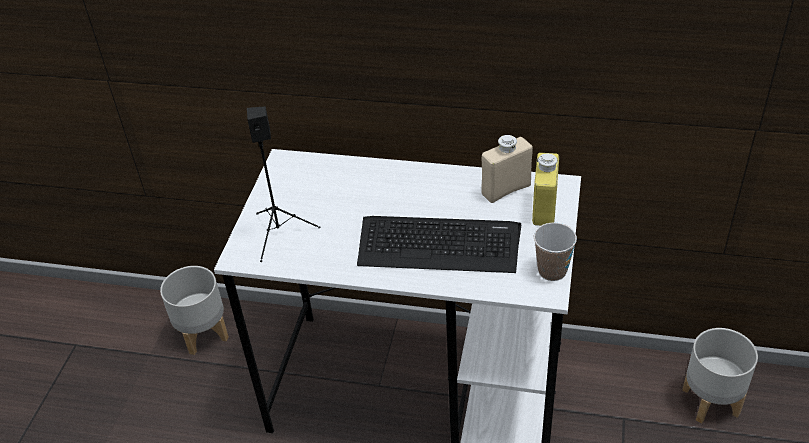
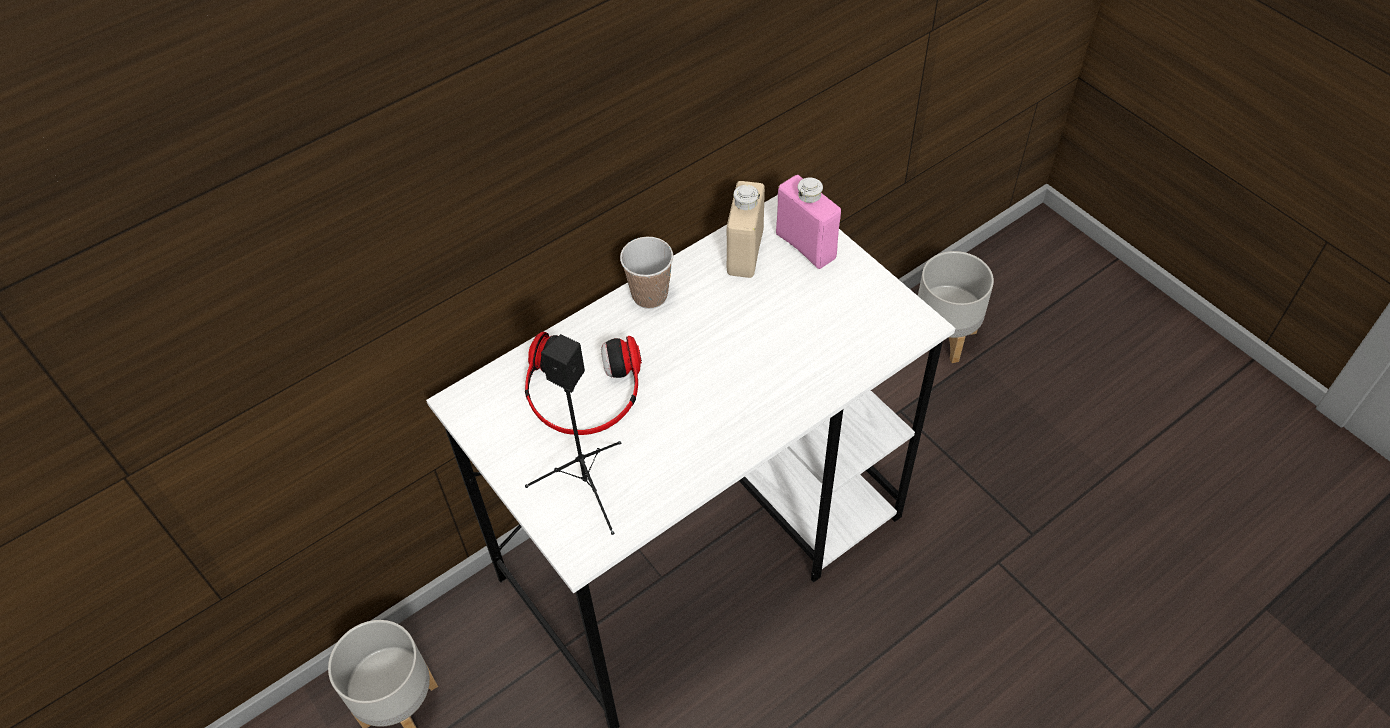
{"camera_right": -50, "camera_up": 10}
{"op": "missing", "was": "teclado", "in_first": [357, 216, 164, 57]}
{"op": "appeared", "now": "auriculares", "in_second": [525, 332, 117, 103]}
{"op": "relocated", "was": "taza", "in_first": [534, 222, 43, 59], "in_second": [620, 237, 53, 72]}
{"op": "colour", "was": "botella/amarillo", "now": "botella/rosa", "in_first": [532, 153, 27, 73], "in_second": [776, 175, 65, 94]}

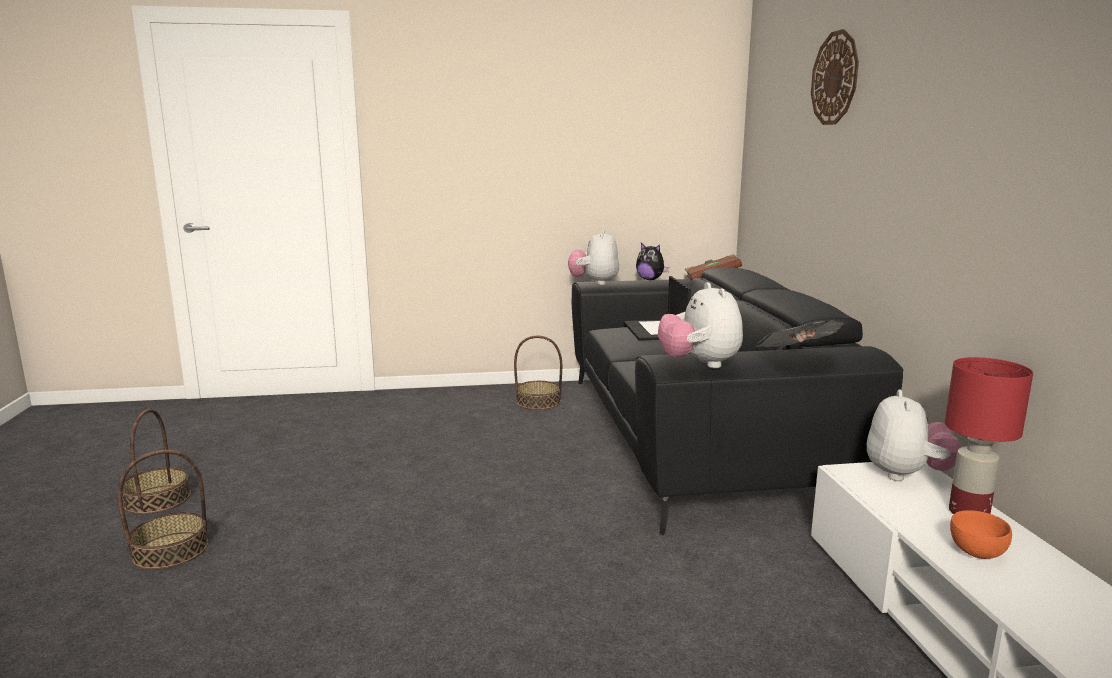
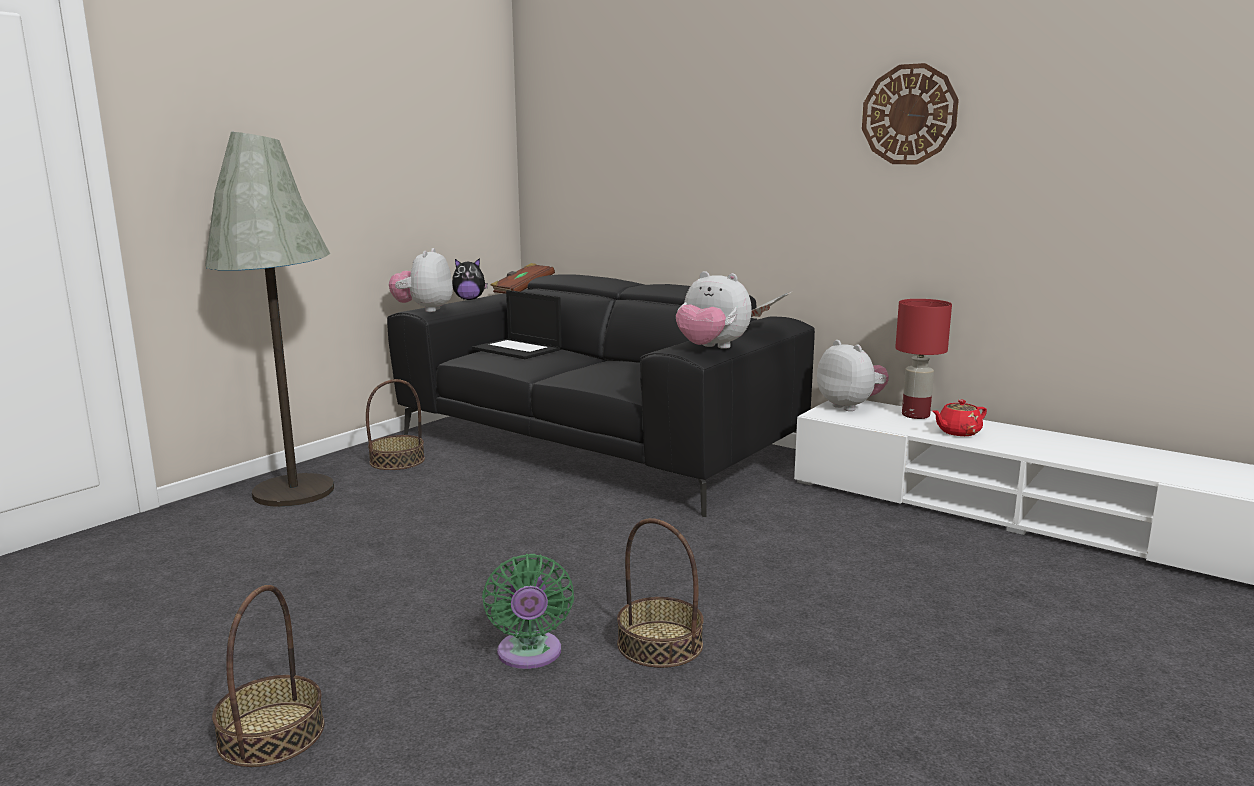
{"camera_right": -45, "camera_up": 0}
{"op": "appeared", "now": "lámpara de pie/gris", "in_second": [205, 132, 129, 375]}
{"op": "appeared", "now": "ventilador/verde", "in_second": [482, 554, 92, 115]}
{"op": "relocated", "was": "cesta", "in_first": [122, 409, 69, 105], "in_second": [617, 518, 87, 150]}
{"op": "relocated", "was": "reloj de pared", "in_first": [811, 29, 48, 96], "in_second": [862, 63, 97, 101]}
{"op": "exchanged", "was": "cuenco/naranja", "now": "tetera/rojo", "in_first": [950, 510, 62, 49], "in_second": [932, 400, 55, 36]}
{"op": "spun", "was": "peluche", "in_first": [568, 230, 51, 55], "in_second": [389, 248, 64, 64], "clockwise": 45}

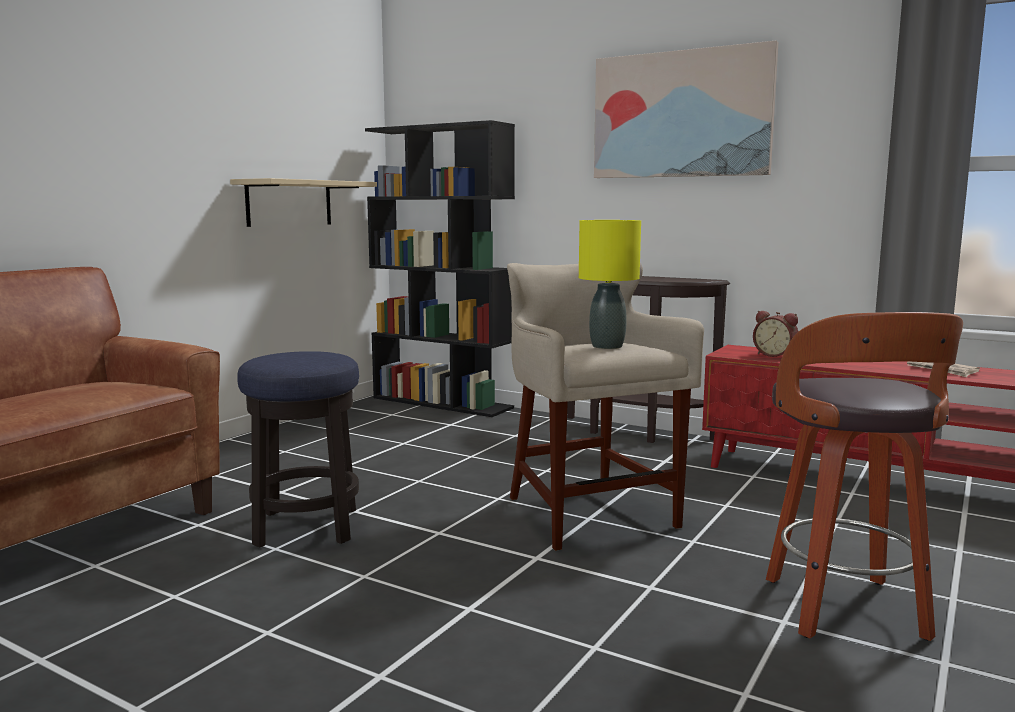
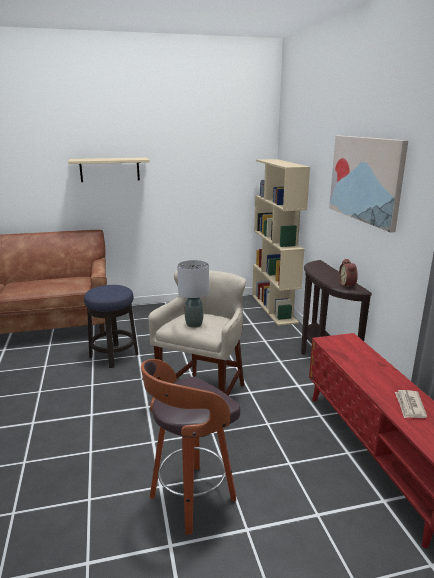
{"camera_right": 45, "camera_up": 10}
{"op": "relocated", "was": "estante/beis", "in_first": [230, 178, 147, 49], "in_second": [68, 157, 82, 25]}
{"op": "relocated", "was": "despertador", "in_first": [753, 311, 45, 46], "in_second": [339, 258, 19, 31]}
{"op": "colour", "was": "estantería/negro", "now": "estantería/beis", "in_first": [365, 120, 150, 297], "in_second": [252, 159, 58, 167]}
{"op": "colour", "was": "lámpara de mesa/amarillo", "now": "lámpara de mesa/gris", "in_first": [579, 220, 62, 129], "in_second": [177, 260, 32, 68]}

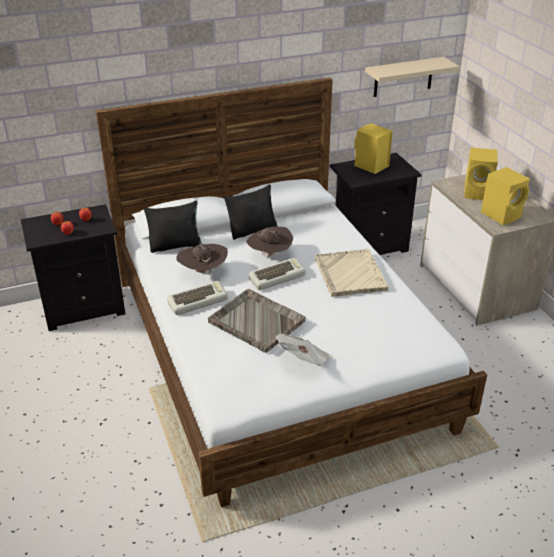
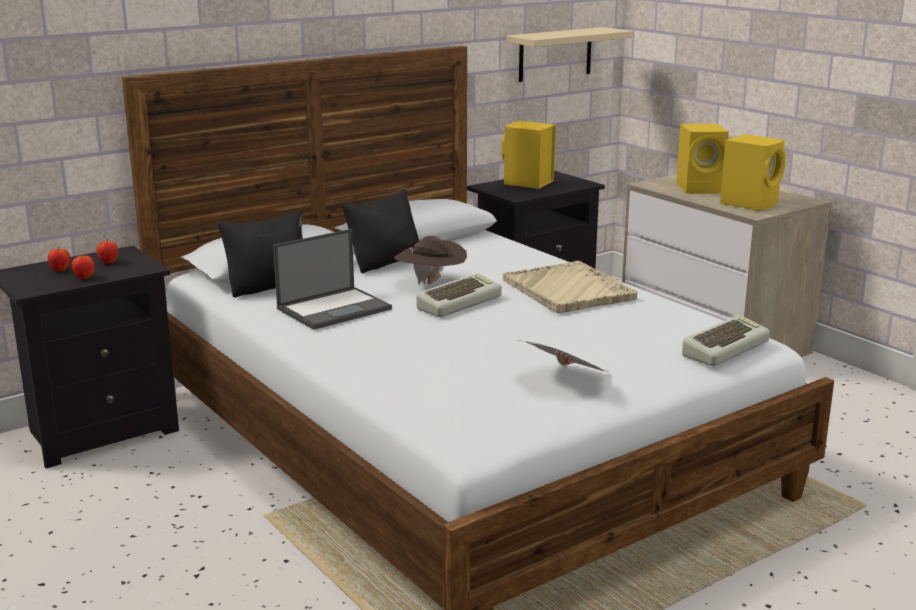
{"camera_right": -15, "camera_up": -15}
{"op": "missing", "was": "bandeja/gris", "in_first": [208, 289, 98, 64]}
{"op": "relocated", "was": "teclado", "in_first": [167, 281, 61, 34], "in_second": [682, 315, 88, 51]}
{"op": "exchanged", "was": "sombrero/marrón", "now": "portátil", "in_first": [176, 244, 52, 31], "in_second": [273, 229, 119, 101]}

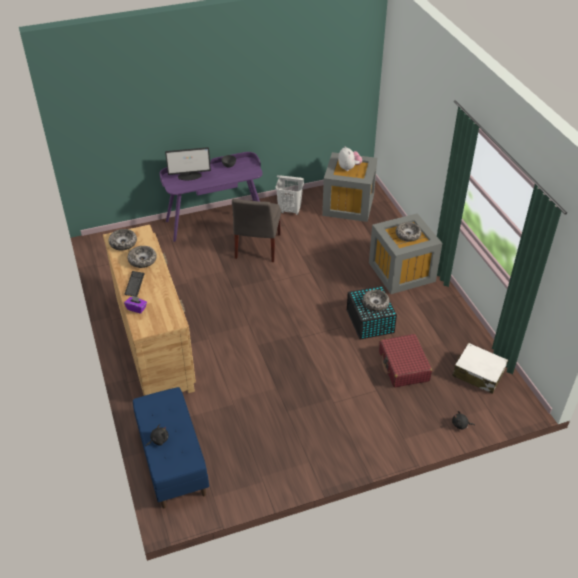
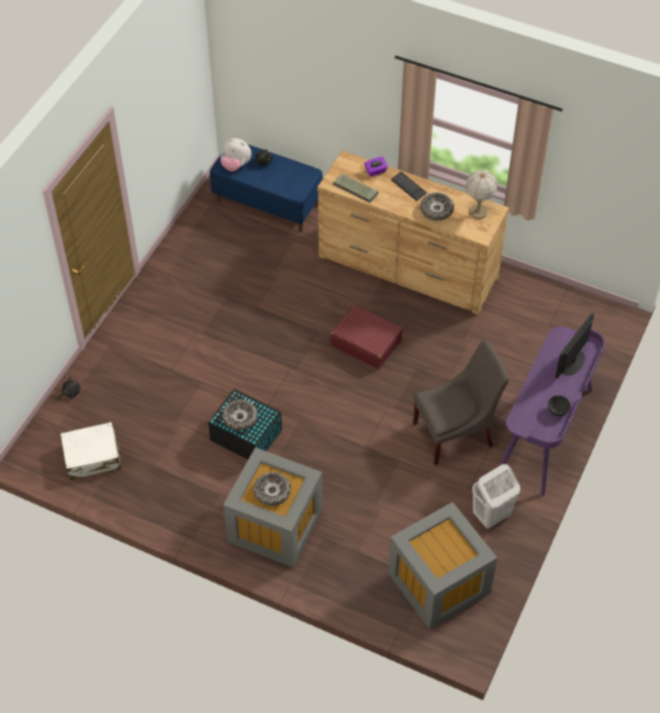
{"camera_right": 135, "camera_up": 10}
{"op": "appeared", "now": "teclado", "in_second": [333, 174, 46, 29]}
{"op": "relocated", "was": "peluche", "in_first": [338, 146, 24, 25], "in_second": [221, 138, 30, 33]}
{"op": "relocated", "was": "maleta/rojo", "in_first": [379, 334, 53, 54], "in_second": [331, 304, 72, 65]}
{"op": "exchanged", "was": "cuenco", "now": "lámpara de mesa", "in_first": [108, 229, 29, 21], "in_second": [466, 170, 31, 49]}
{"op": "spun", "was": "silla/gris", "in_first": [232, 199, 49, 63], "in_second": [413, 340, 97, 125], "clockwise": 105}

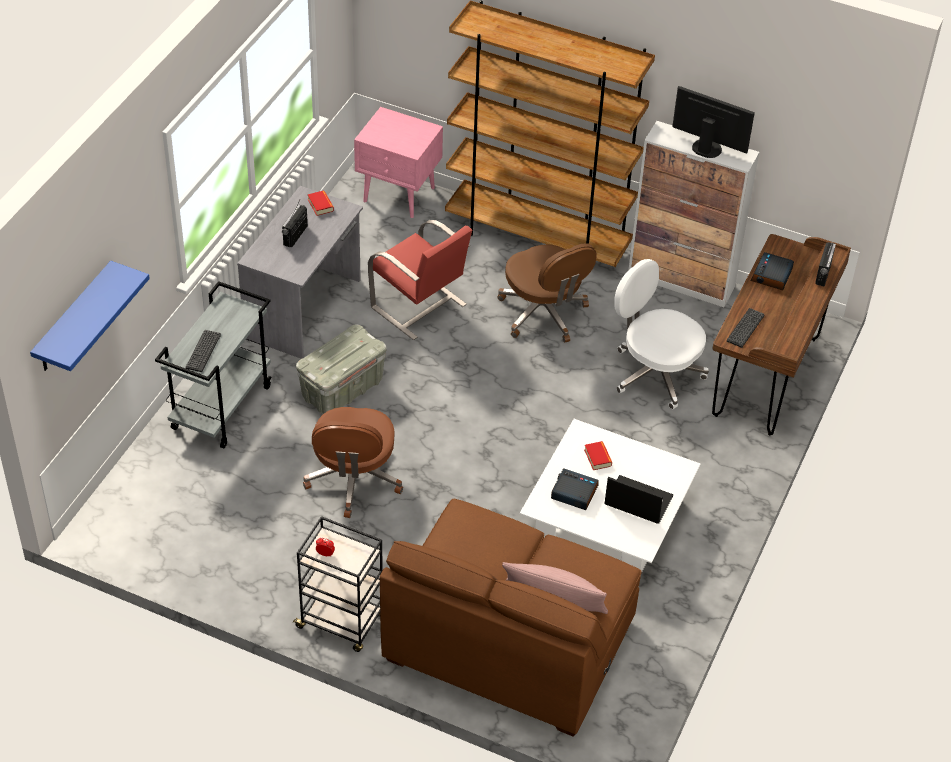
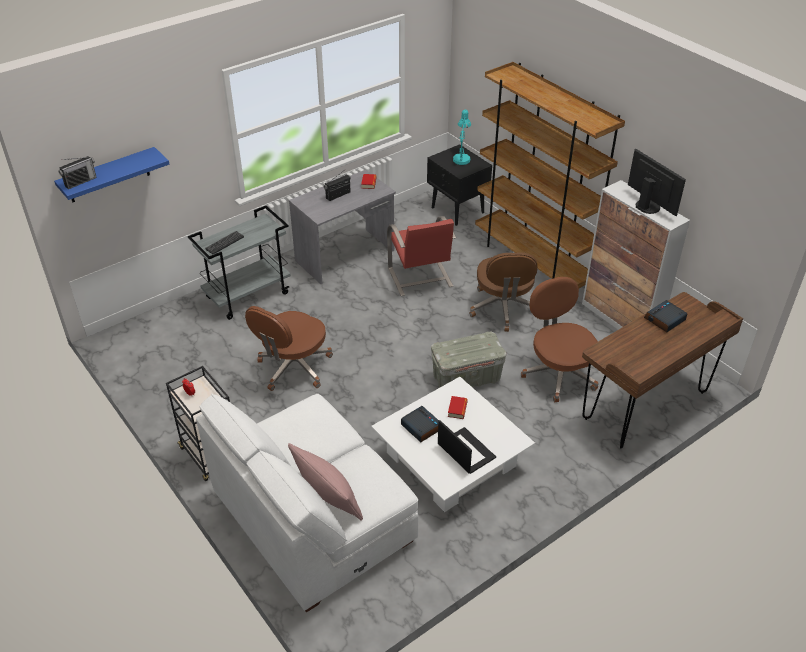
{"camera_right": 30, "camera_up": -5}
{"op": "missing", "was": "teclado", "in_first": [727, 308, 38, 40]}
{"op": "appeared", "now": "lámpara de mesa/turquesa", "in_second": [453, 110, 18, 55]}
{"op": "relocated", "was": "caja de almacenaje/gris", "in_first": [296, 324, 90, 90], "in_second": [431, 332, 75, 56]}
{"op": "relocated", "was": "radio", "in_first": [815, 242, 21, 45], "in_second": [58, 156, 39, 33]}
{"op": "colour", "was": "mesita de noche/rosa", "now": "mesita de noche/negro", "in_first": [354, 107, 89, 111], "in_second": [427, 144, 65, 82]}
{"op": "colour", "was": "sofá/marrón", "now": "sofá/blanco", "in_first": [380, 499, 262, 238], "in_second": [196, 394, 222, 218]}
{"op": "colour", "was": "silla de oficina/blanco", "now": "silla de oficina/marrón", "in_first": [614, 259, 95, 150], "in_second": [521, 277, 77, 126]}

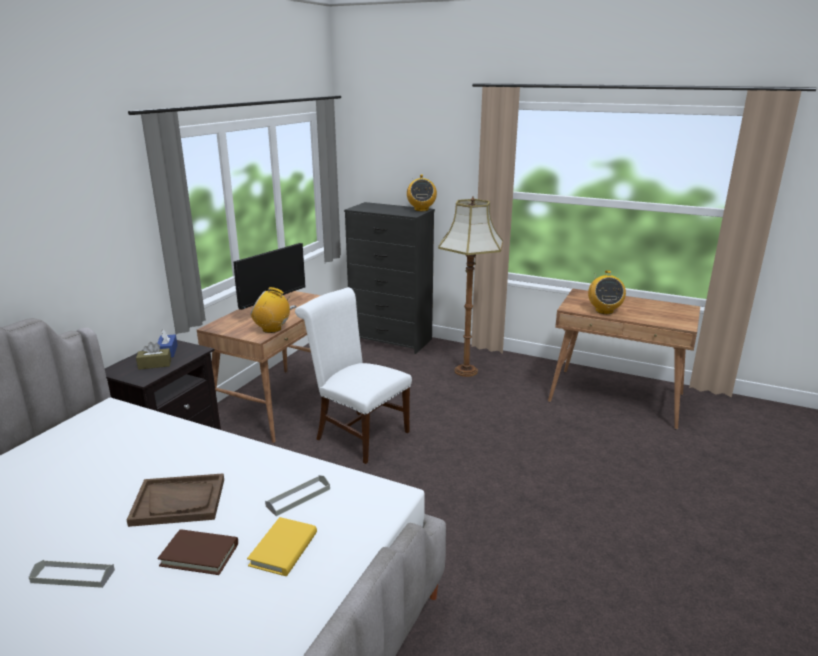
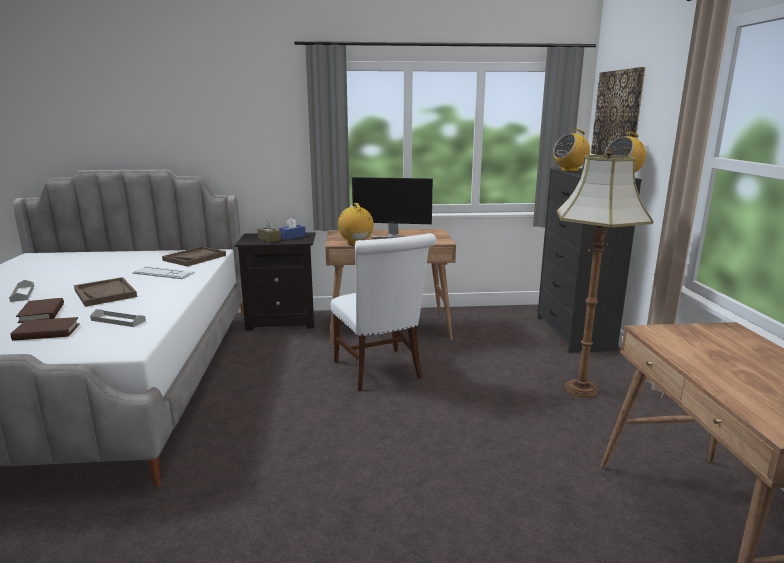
{"camera_right": 60, "camera_up": -5}
{"op": "appeared", "now": "teclado", "in_second": [132, 266, 63, 13]}
{"op": "appeared", "now": "bandeja/marrón", "in_second": [162, 246, 64, 20]}
{"op": "appeared", "now": "cuadro", "in_second": [591, 67, 54, 88]}
{"op": "relocated", "was": "radio", "in_first": [588, 270, 38, 44], "in_second": [553, 129, 37, 43]}
{"op": "colour", "was": "libro/amarillo", "now": "libro/marrón", "in_first": [247, 517, 70, 59], "in_second": [11, 317, 69, 24]}
{"op": "spun", "was": "silla/blanco", "in_first": [295, 287, 117, 177], "in_second": [331, 233, 106, 158], "clockwise": 150}

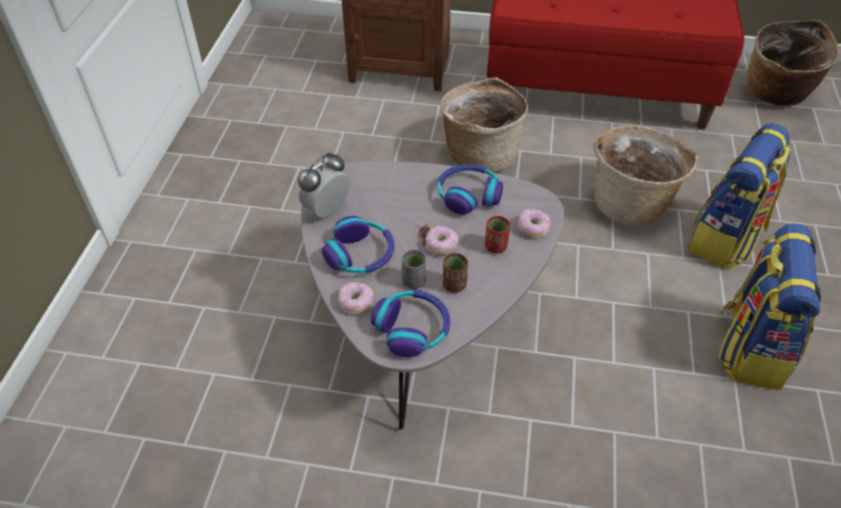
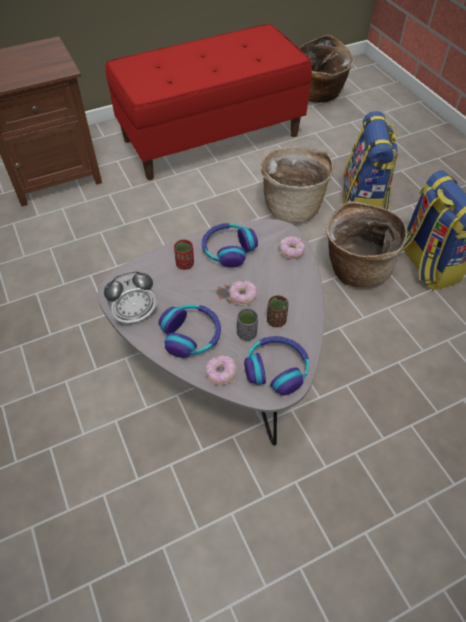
{"camera_right": -35, "camera_up": 5}
{"op": "relocated", "was": "cesta", "in_first": [441, 77, 87, 96], "in_second": [326, 201, 81, 86]}
{"op": "relocated", "was": "taza/rojo", "in_first": [485, 216, 25, 38], "in_second": [174, 239, 20, 31]}
{"op": "spun", "was": "despertador", "in_first": [298, 153, 53, 64], "in_second": [104, 271, 52, 54], "clockwise": -120}

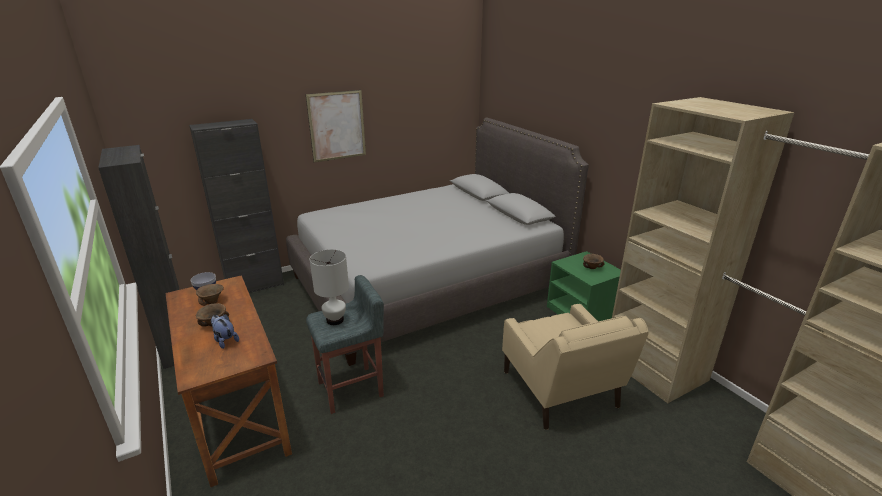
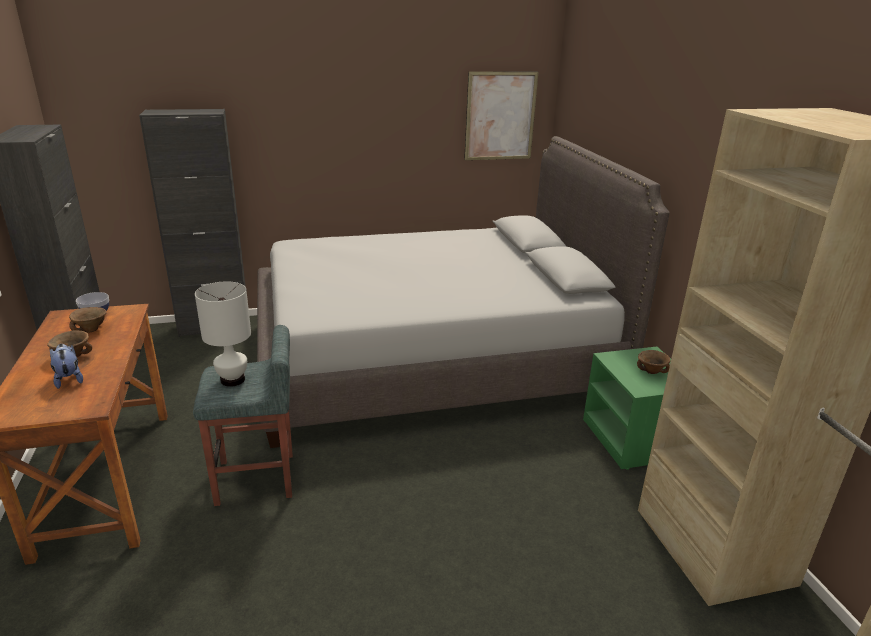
{"camera_right": 15, "camera_up": 0}
{"op": "missing", "was": "sillón/beis", "in_first": [502, 304, 147, 126]}
{"op": "relocated", "was": "cuadro", "in_first": [306, 90, 60, 72], "in_second": [464, 71, 74, 89]}

